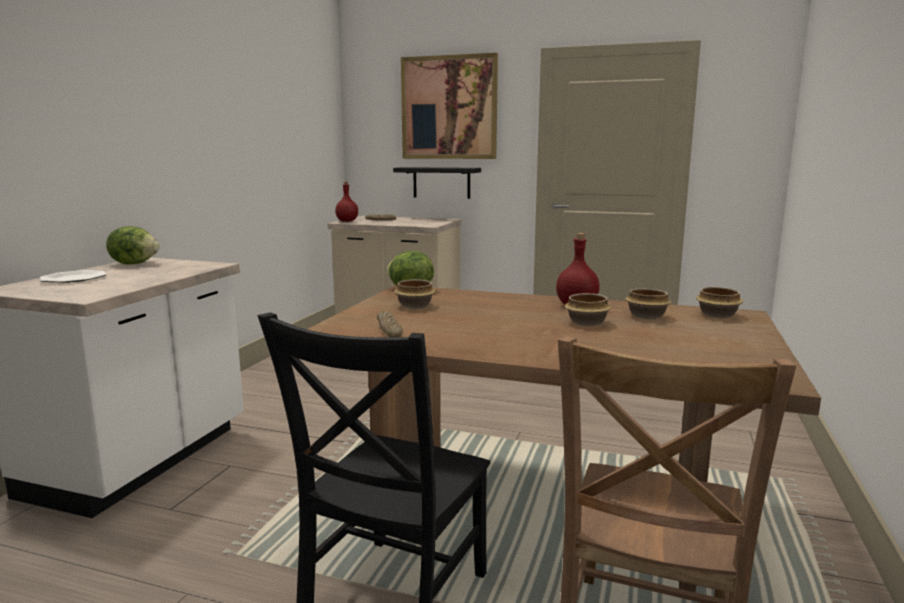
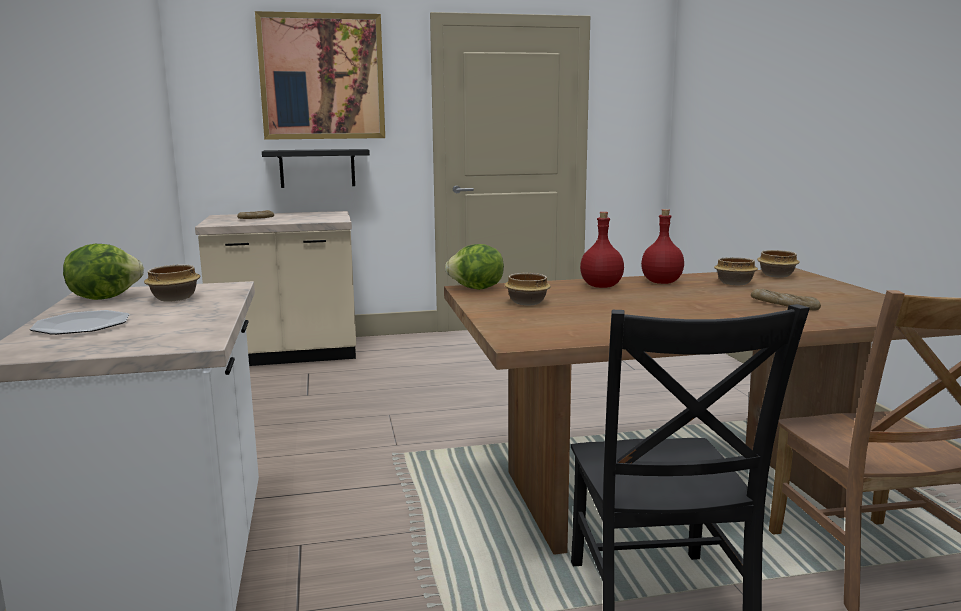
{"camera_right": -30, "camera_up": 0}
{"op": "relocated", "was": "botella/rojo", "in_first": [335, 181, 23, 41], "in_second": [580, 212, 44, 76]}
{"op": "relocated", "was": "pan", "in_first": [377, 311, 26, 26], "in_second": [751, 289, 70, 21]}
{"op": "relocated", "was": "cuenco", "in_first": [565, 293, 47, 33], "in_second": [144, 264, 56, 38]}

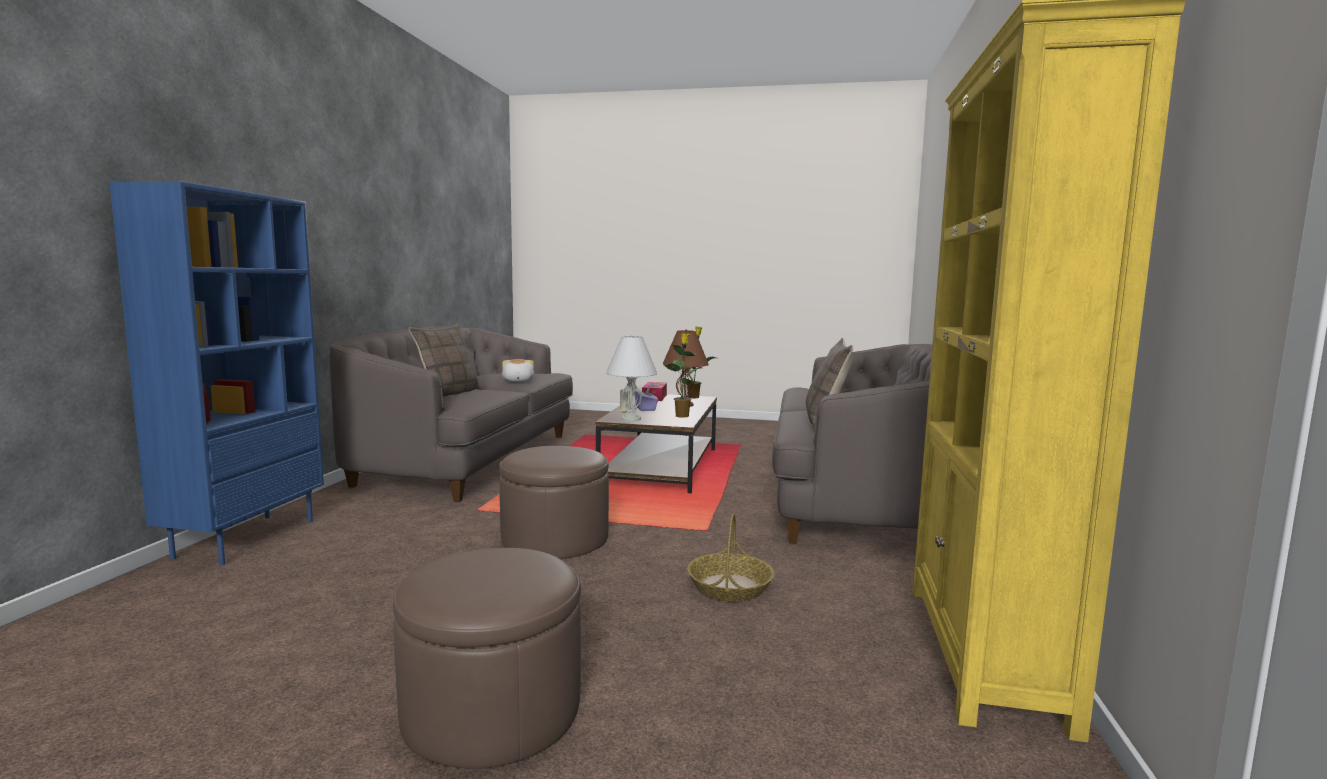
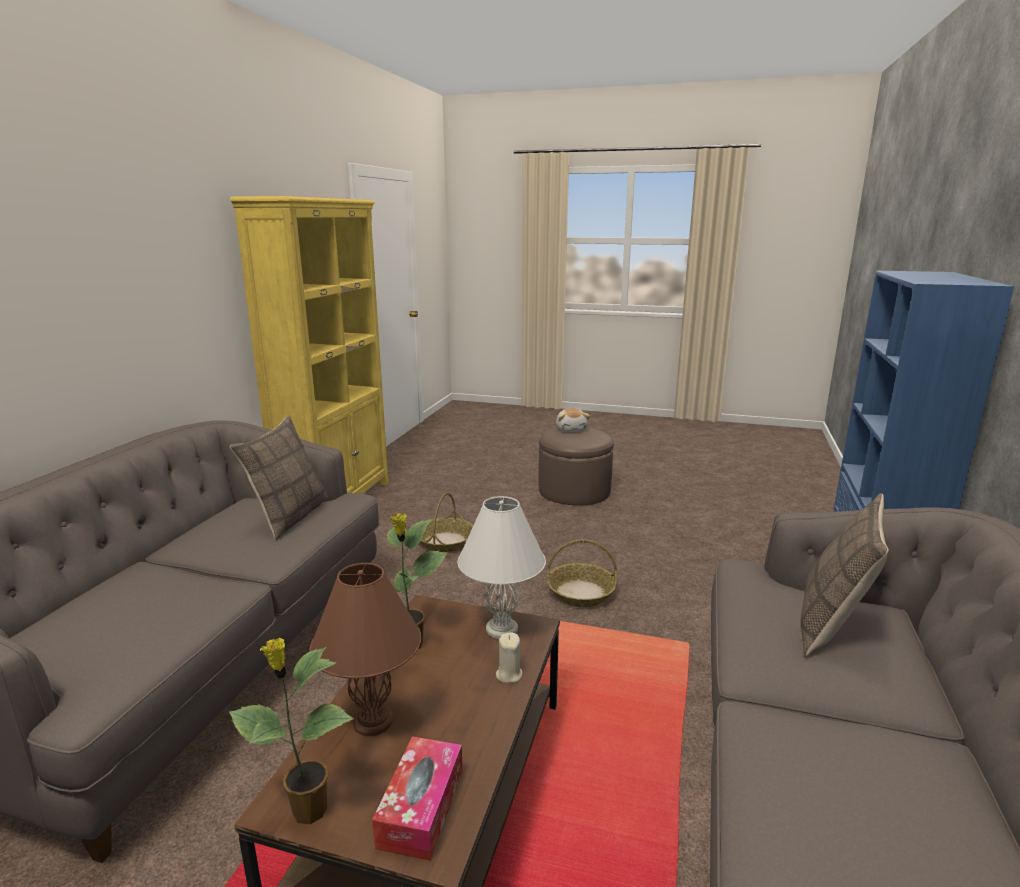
{"camera_right": -175, "camera_up": 10}
{"op": "missing", "was": "caja de pañuelos/morado", "in_first": [634, 385, 24, 26]}
{"op": "relocated", "was": "peluche", "in_first": [502, 359, 32, 23], "in_second": [556, 408, 34, 24]}
{"op": "exchanged", "was": "puf/marrón", "now": "cesta", "in_first": [499, 446, 110, 113], "in_second": [547, 539, 70, 68]}

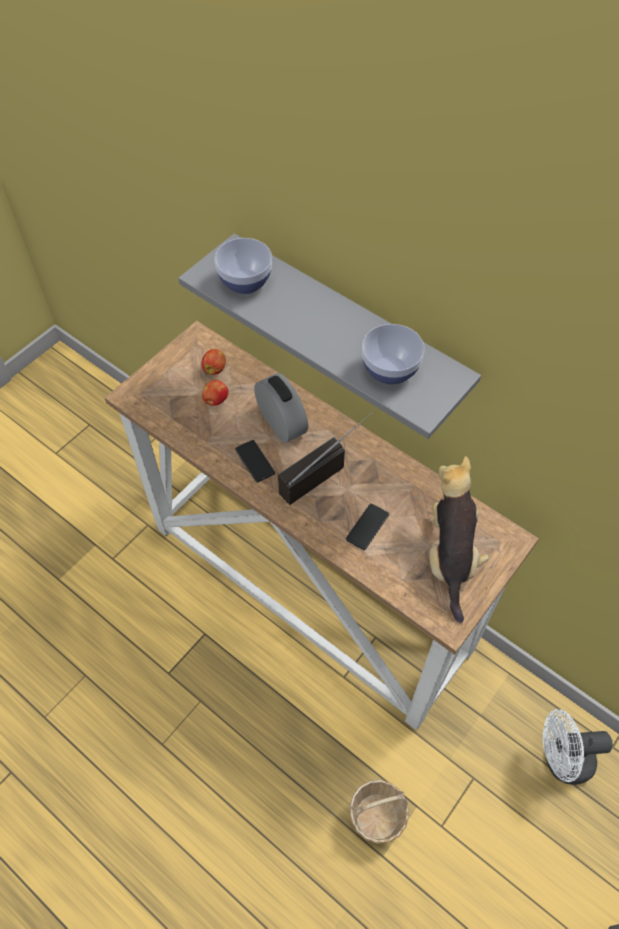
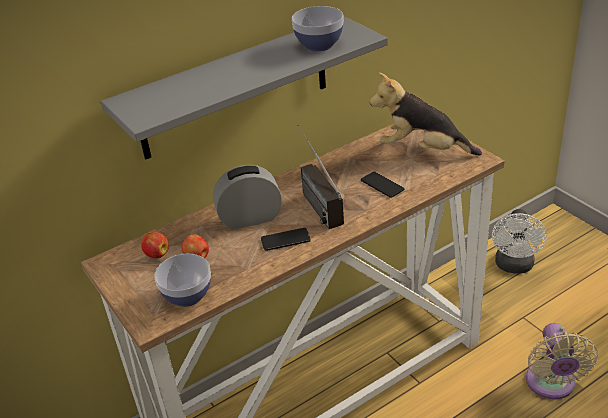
{"camera_right": -70, "camera_up": -20}
{"op": "relocated", "was": "cuenco", "in_first": [214, 238, 58, 56], "in_second": [154, 254, 57, 53]}
{"op": "exchanged", "was": "cesta", "now": "ventilador/beis", "in_first": [349, 780, 60, 64], "in_second": [526, 323, 72, 76]}

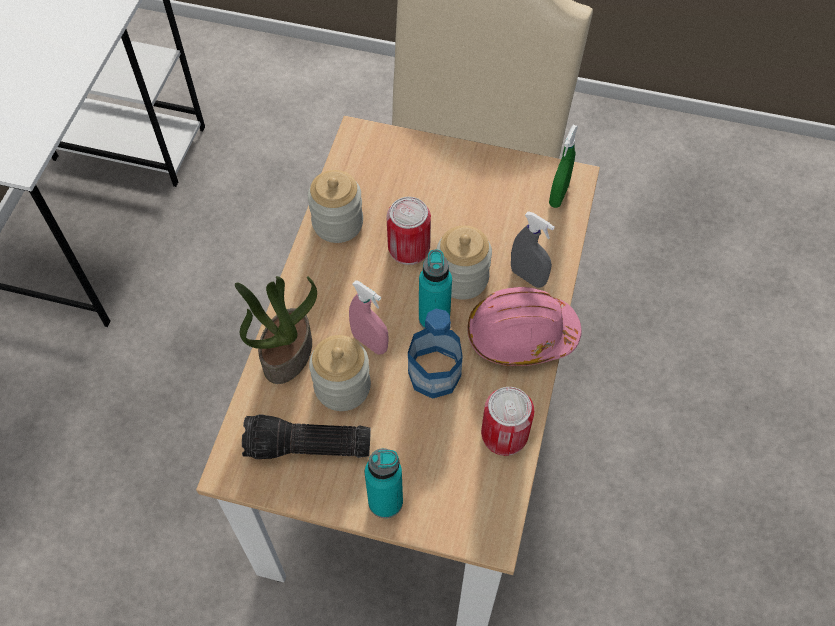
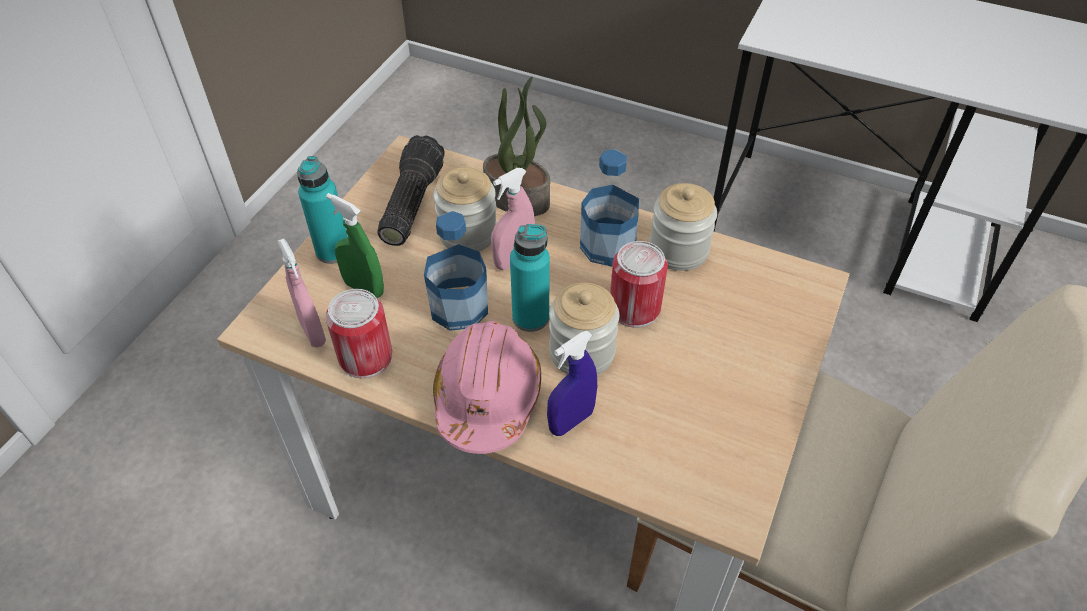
{"camera_right": 100, "camera_up": -10}
{"op": "appeared", "now": "pulverizador/rosa", "in_second": [278, 238, 48, 109]}
{"op": "appeared", "now": "botella", "in_second": [580, 149, 59, 118]}
{"op": "relocated", "was": "pulverizador/verde", "in_first": [549, 125, 29, 83], "in_second": [326, 193, 58, 105]}
{"op": "colour", "was": "pulverizador/gris", "now": "pulverizador/azul", "in_first": [511, 211, 44, 77], "in_second": [547, 331, 50, 105]}

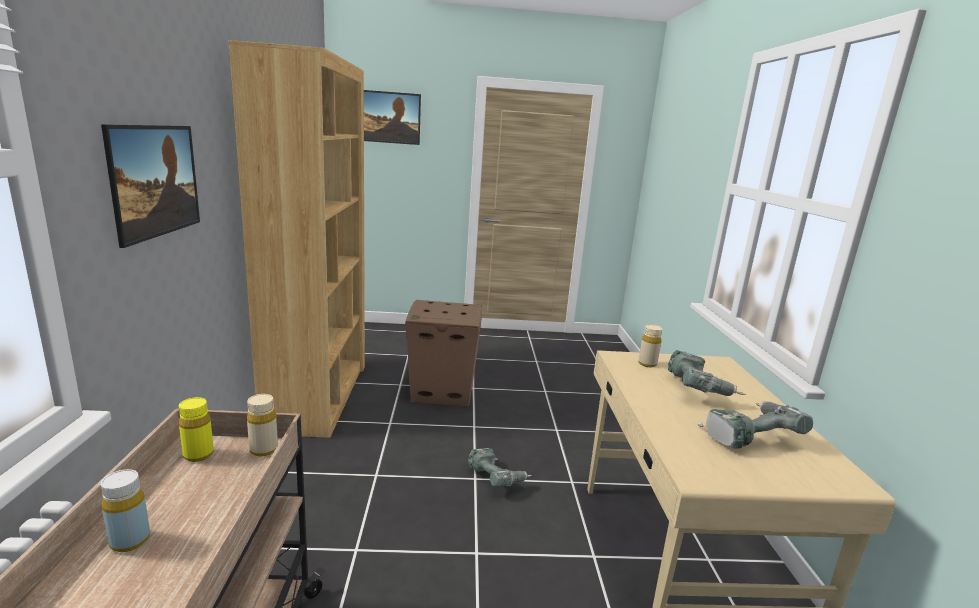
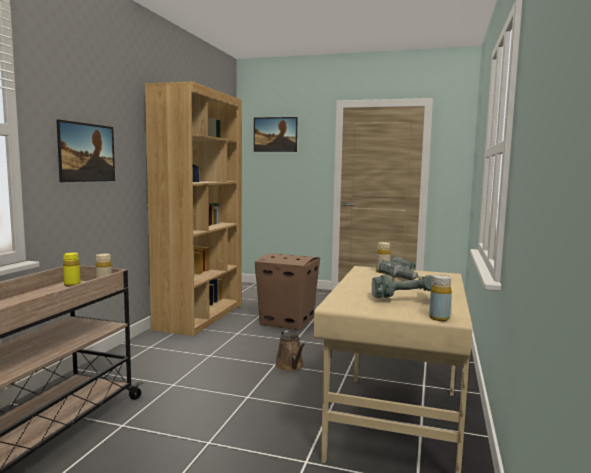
{"camera_right": 20, "camera_up": -10}
{"op": "relocated", "was": "botella/amarillo", "in_first": [100, 469, 50, 83], "in_second": [429, 275, 23, 46]}
{"op": "exchanged", "was": "taladro", "now": "regadera/marrón", "in_first": [468, 448, 64, 39], "in_second": [275, 330, 30, 41]}

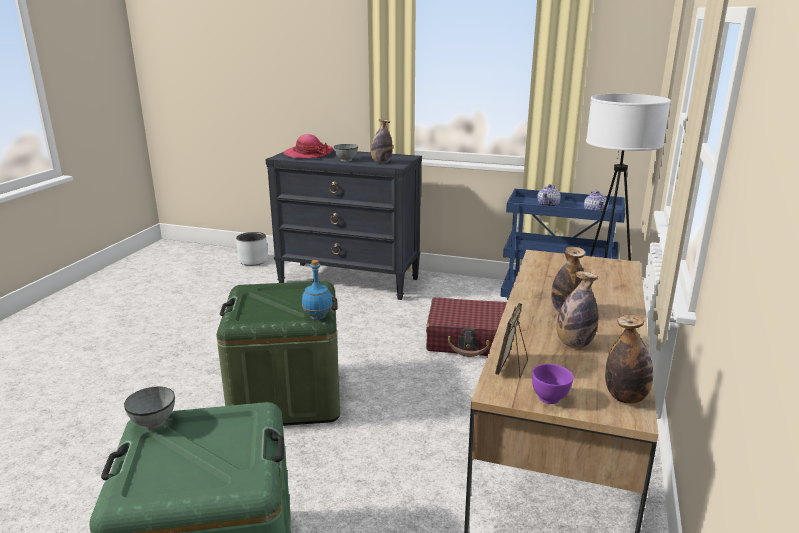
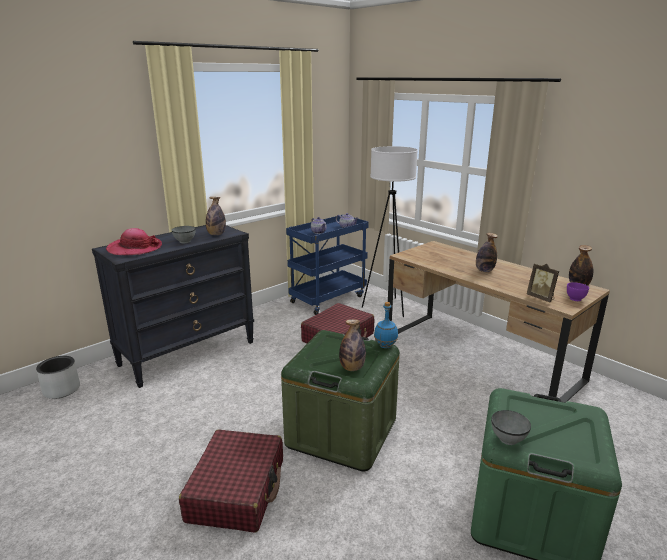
{"camera_right": -60, "camera_up": 0}
{"op": "appeared", "now": "maleta/rojo", "in_second": [179, 430, 104, 103]}
{"op": "relocated", "was": "botella", "in_first": [557, 271, 42, 77], "in_second": [339, 319, 27, 52]}

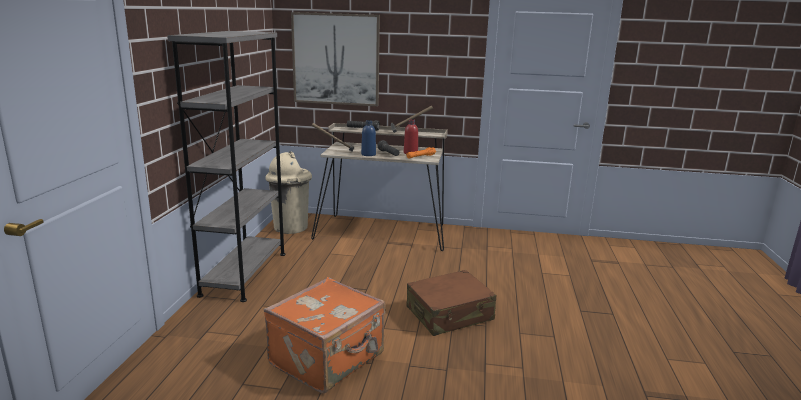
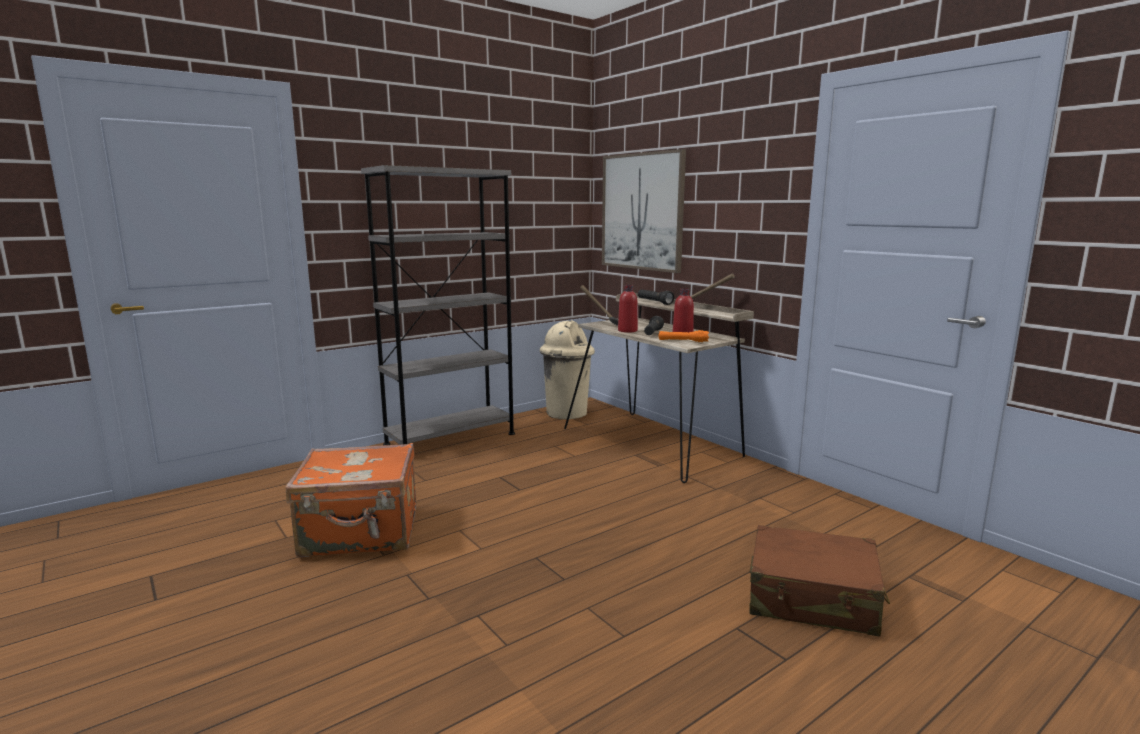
{"camera_right": 45, "camera_up": -5}
{"op": "relocated", "was": "maleta/marrón", "in_first": [406, 270, 90, 66], "in_second": [749, 525, 141, 112]}
{"op": "colour", "was": "botella/azul", "now": "botella/rojo", "in_first": [361, 120, 15, 36], "in_second": [618, 285, 20, 48]}

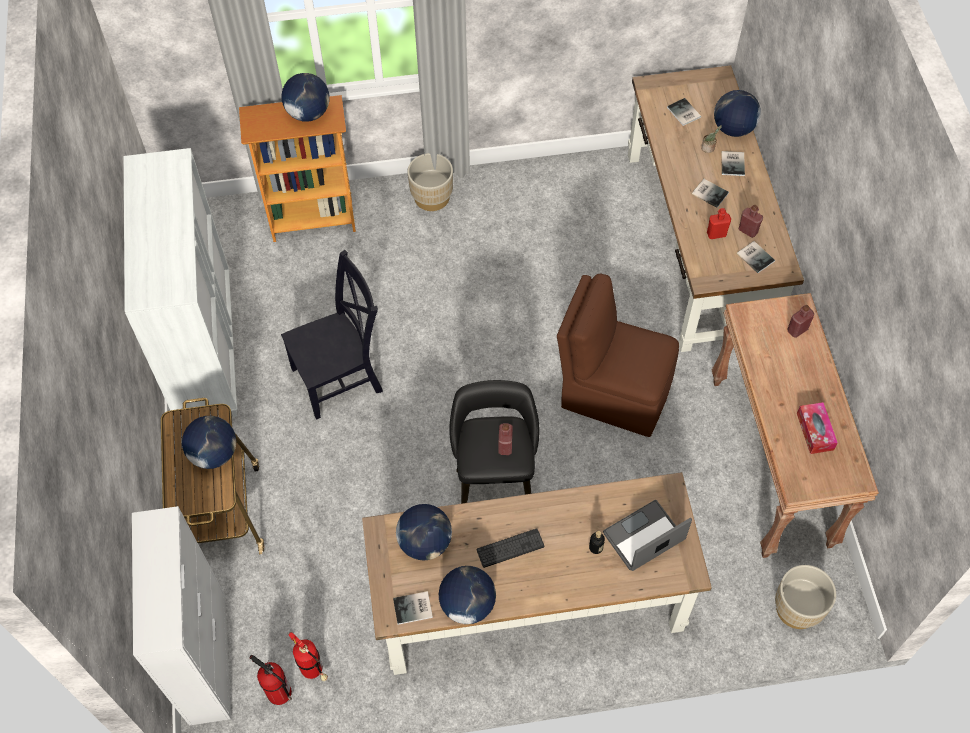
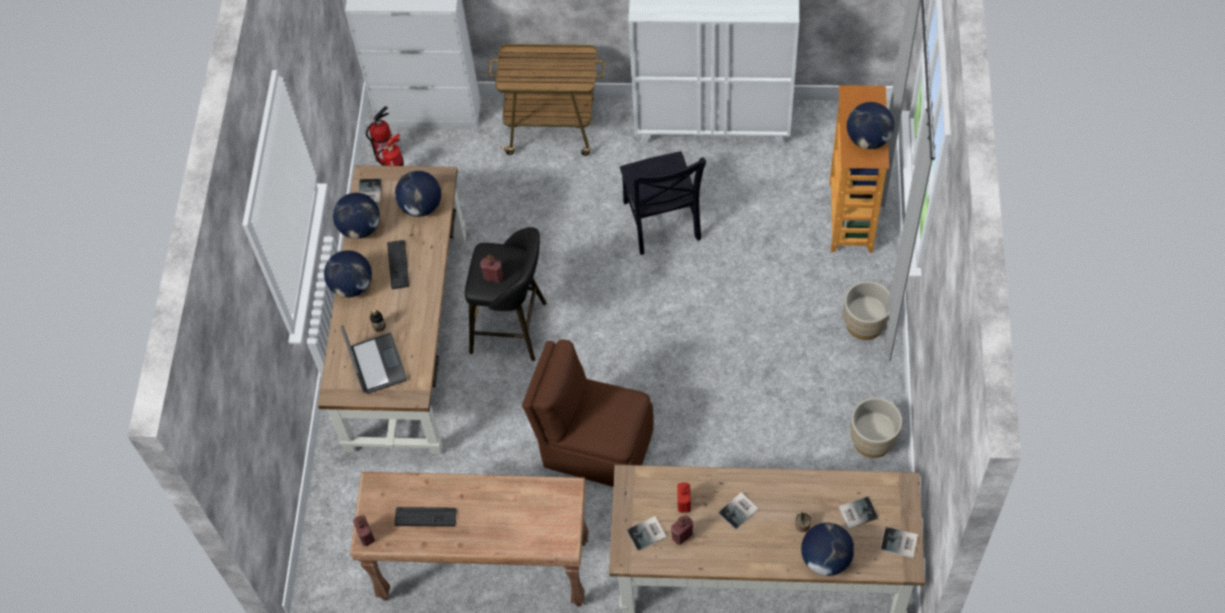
{"camera_right": 105, "camera_up": 0}
{"op": "relocated", "was": "globo terráqueo", "in_first": [182, 416, 54, 53], "in_second": [324, 250, 48, 48]}
{"op": "relocated", "was": "libro", "in_first": [721, 151, 24, 25], "in_second": [881, 527, 37, 31]}
{"op": "relocated", "was": "maceta/beis", "in_first": [775, 565, 61, 64], "in_second": [850, 398, 52, 60]}
{"op": "relocated", "was": "botella/rojo", "in_first": [787, 305, 27, 33], "in_second": [353, 515, 22, 31]}
{"op": "exchanged", "was": "caja de pañuelos", "now": "teclado", "in_first": [797, 402, 41, 52], "in_second": [394, 507, 63, 20]}
{"op": "spun", "was": "silla/marrón", "in_first": [557, 273, 122, 164], "in_second": [522, 339, 132, 148], "clockwise": -105}

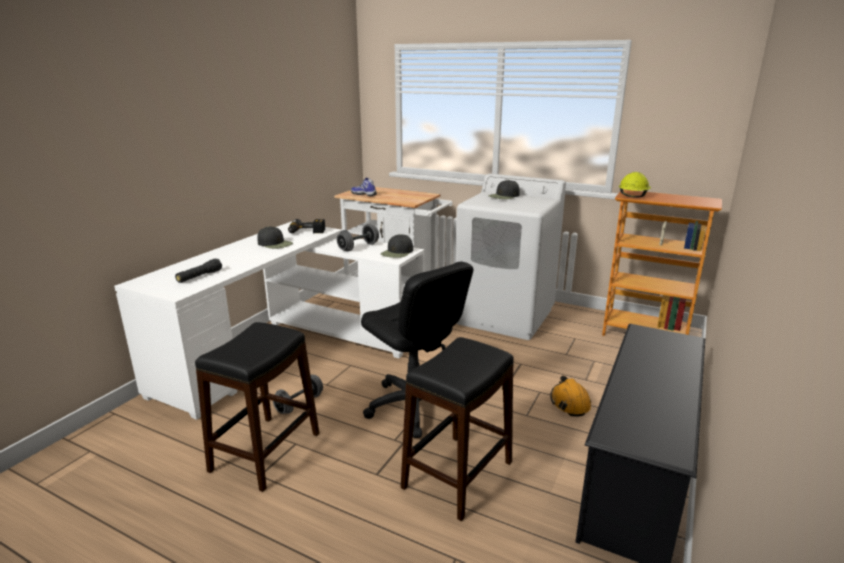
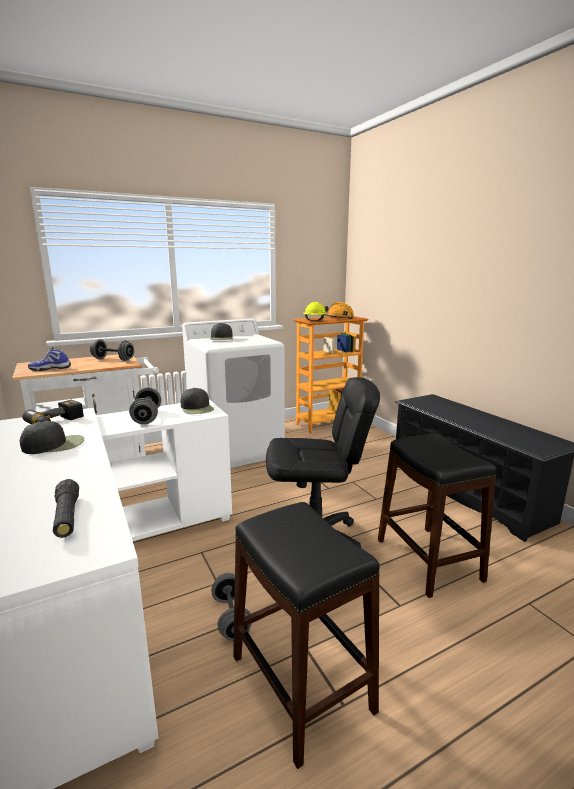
{"camera_right": -55, "camera_up": -5}
{"op": "appeared", "now": "mancuerna/gris", "in_second": [90, 339, 44, 22]}
{"op": "relocated", "was": "casco/naranja", "in_first": [550, 376, 41, 41], "in_second": [324, 302, 30, 17]}

